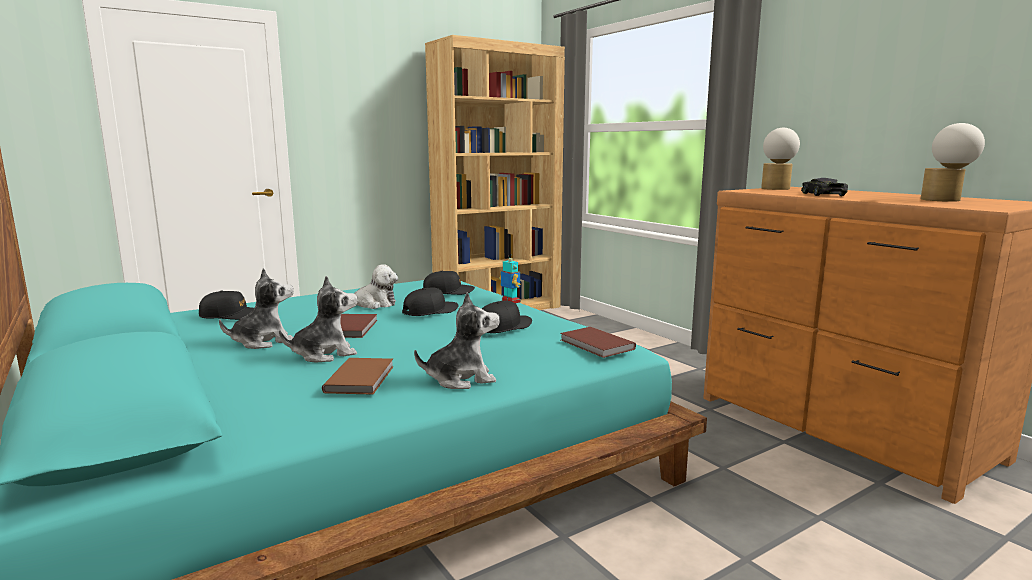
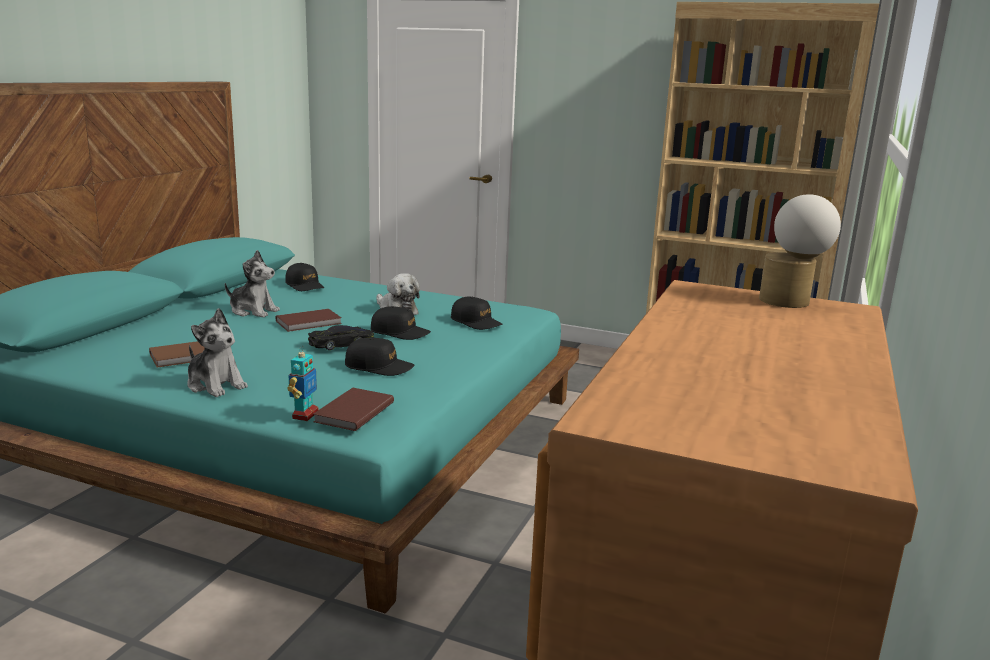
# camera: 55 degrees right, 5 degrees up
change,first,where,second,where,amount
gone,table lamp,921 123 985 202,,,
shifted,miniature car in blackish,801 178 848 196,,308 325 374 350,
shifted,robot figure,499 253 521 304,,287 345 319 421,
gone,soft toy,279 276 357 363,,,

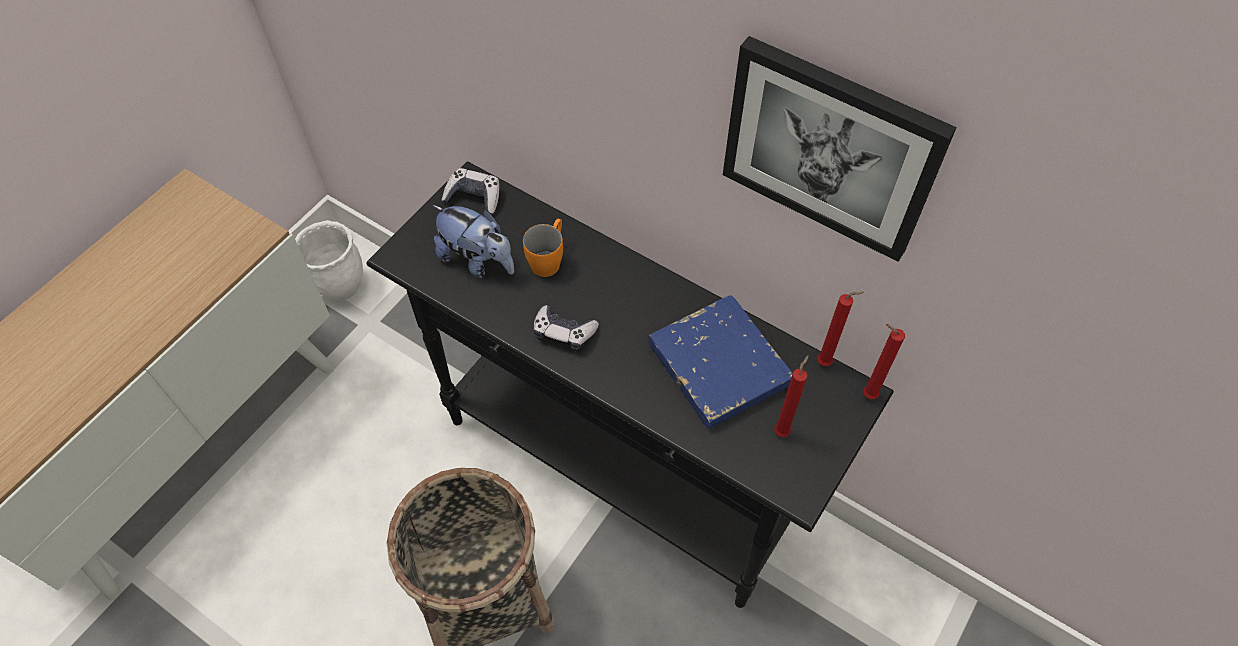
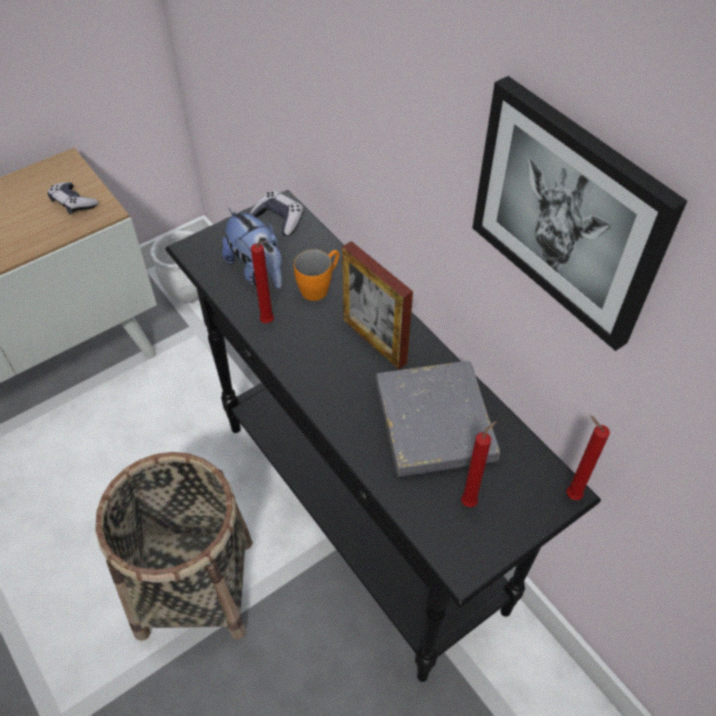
# camera: 20 degrees right, 5 degrees down
change,first,where,second,where,amount
shifted,wax light in red,817 291 864 366,,251 241 274 323,
repainted,bound book in blue-coloured,648 295 793 429,bound book in greyish,376 361 500 477,
shifted,gamepad,534 305 599 351,,48 182 98 214,
new,,,photo frame,342 241 413 369,

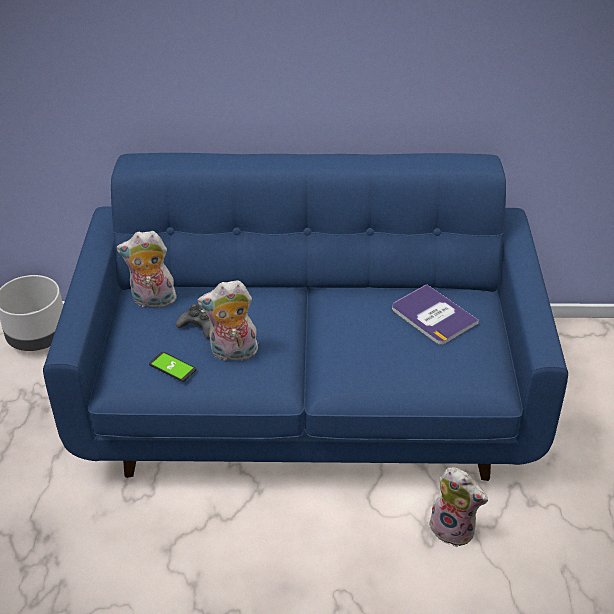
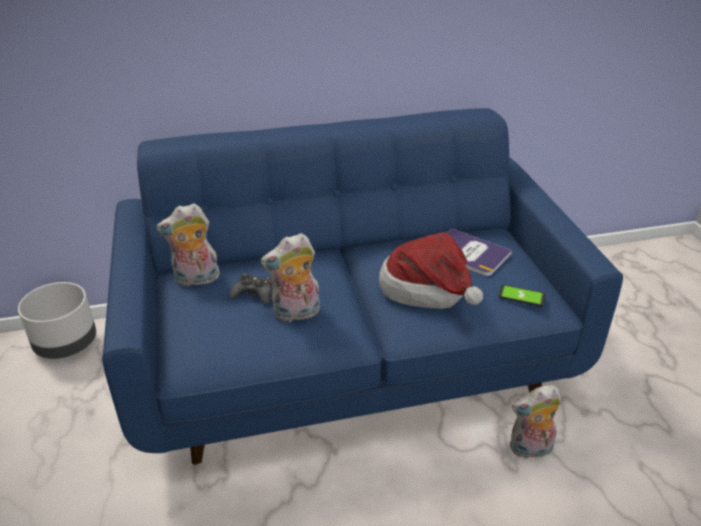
# camera: 15 degrees left, 5 degrees down
change,first,where,second,where,amount
shifted,phone,149 352 197 382,,498 285 546 307,
rotated,soft toy,429 467 488 547,,510 385 561 459,150 degrees clockwise
new,,,clothing hat,379 232 483 309,

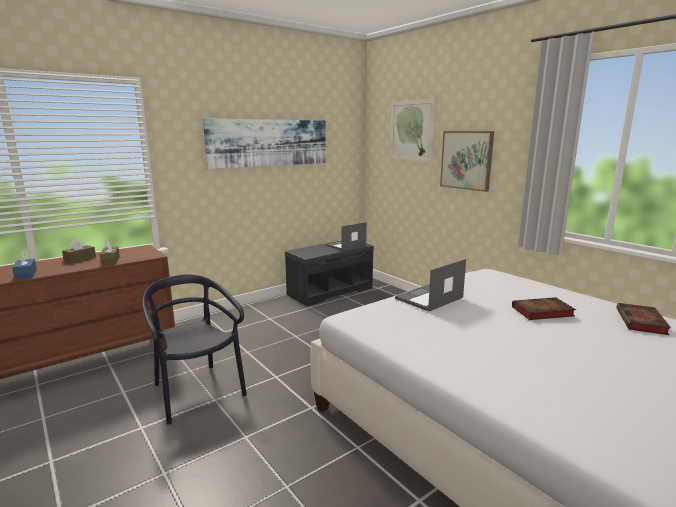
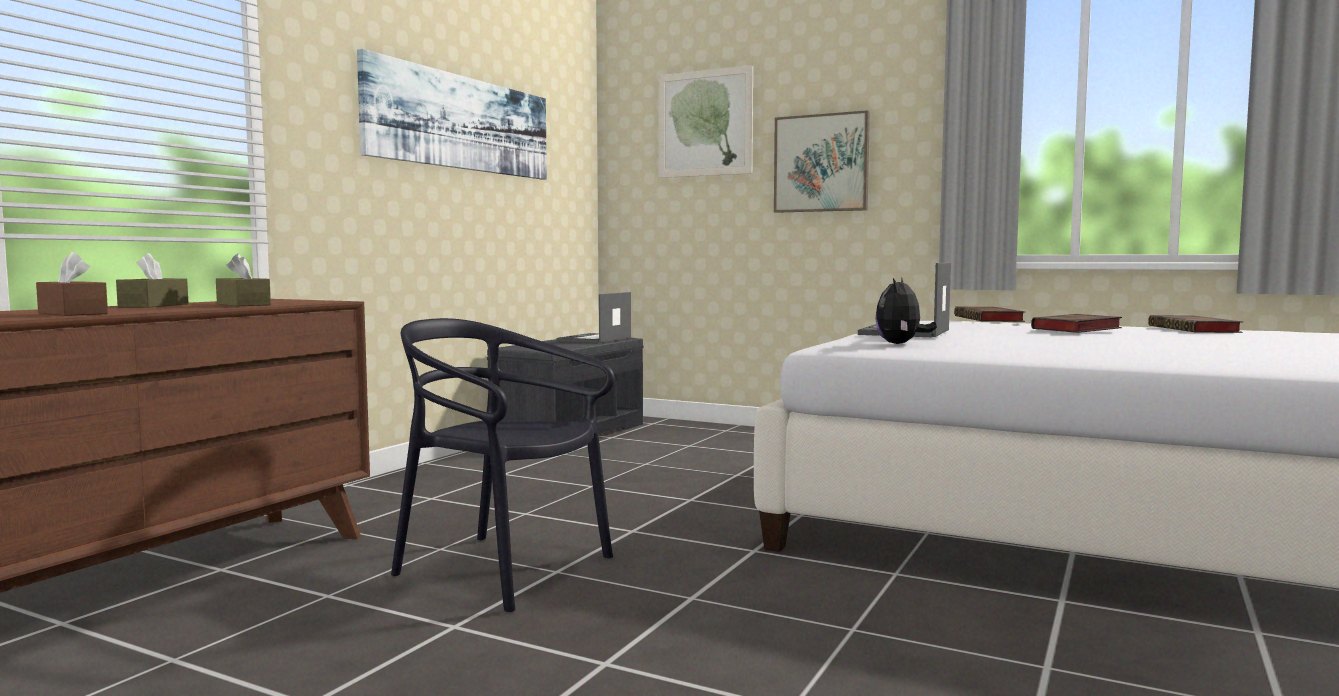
# camera: 25 degrees left, 10 degrees down
change,first,where,second,where,amount
repainted,tissue holder in blue-coloured,12 251 37 280,tissue holder in brown-coloured,36 252 108 316,
new,,,soft toy,875 277 937 344,
new,,,bound book,954 307 1025 322,

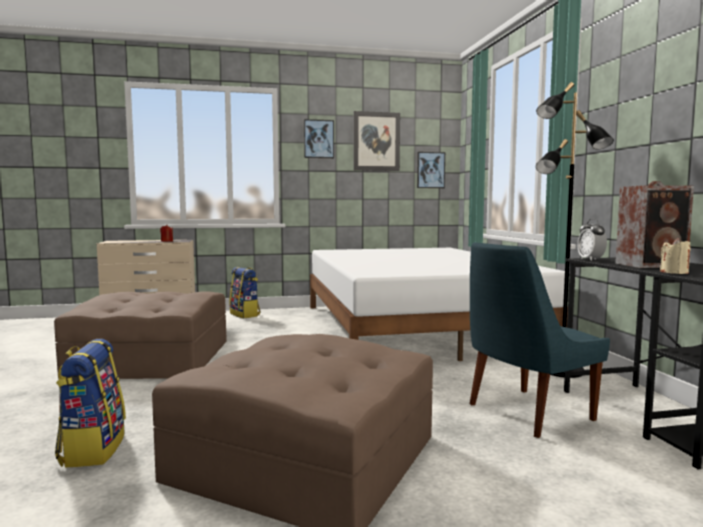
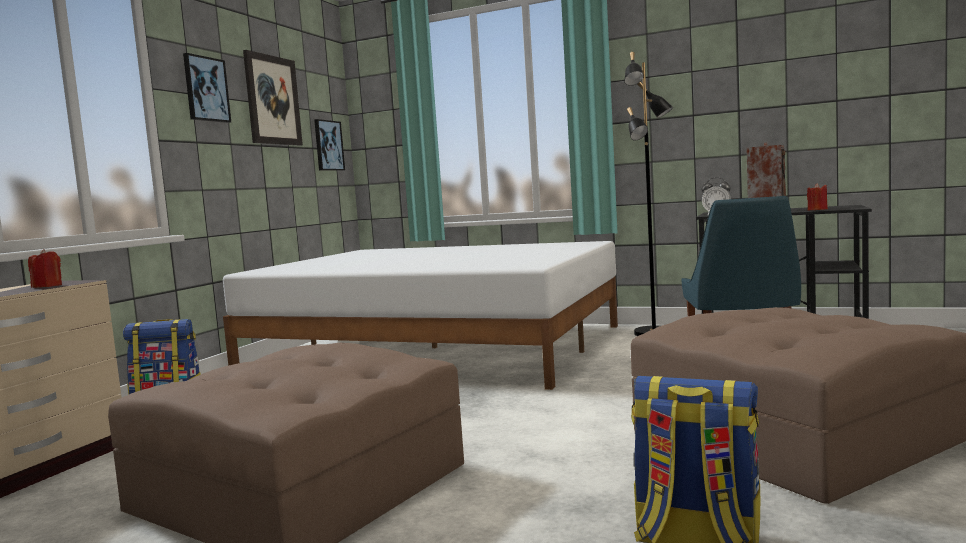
# camera: 55 degrees left, 0 degrees up
change,first,where,second,where,amount
repainted,wax light in beige,660 238 691 274,wax light in red,807 183 828 210,

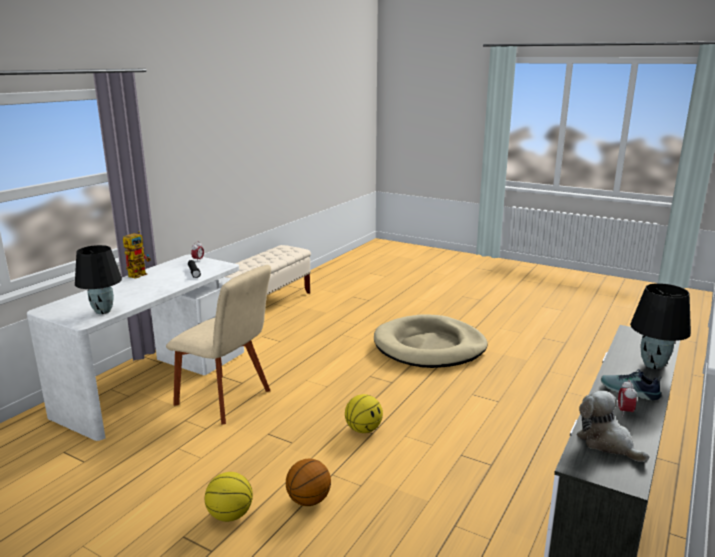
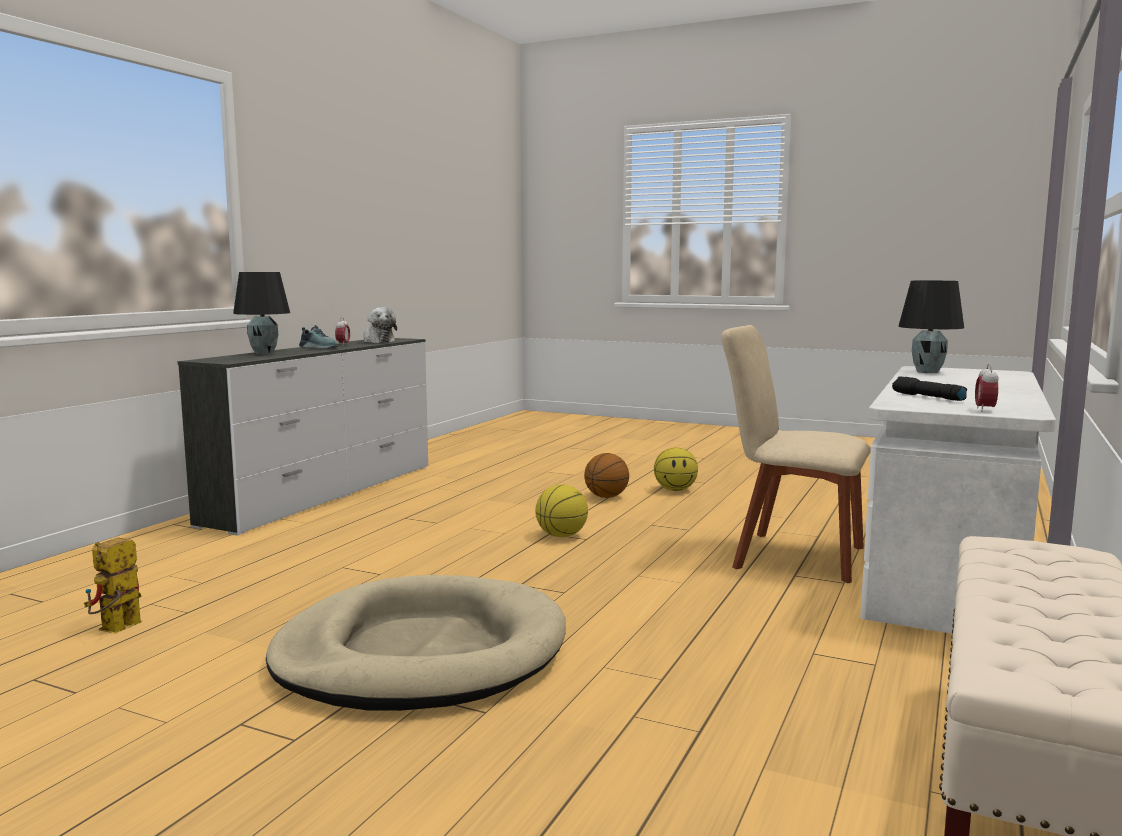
# camera: 175 degrees right, 10 degrees down
change,first,where,second,where,amount
shifted,robot figure,123 231 151 279,,84 538 141 633,

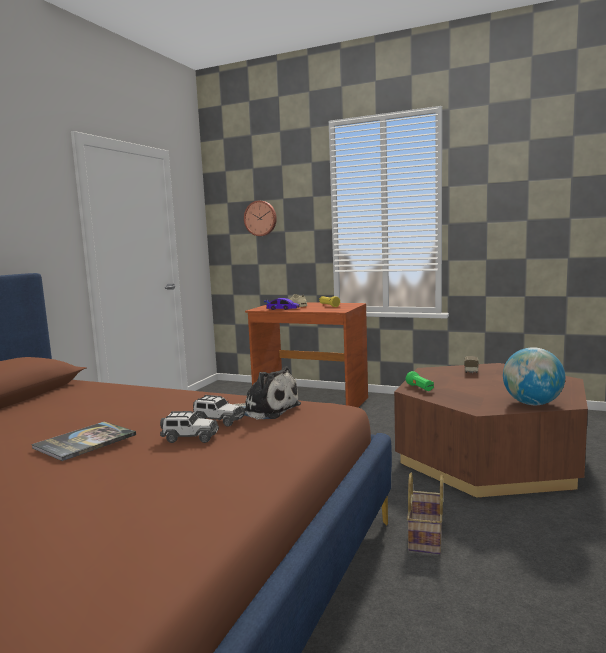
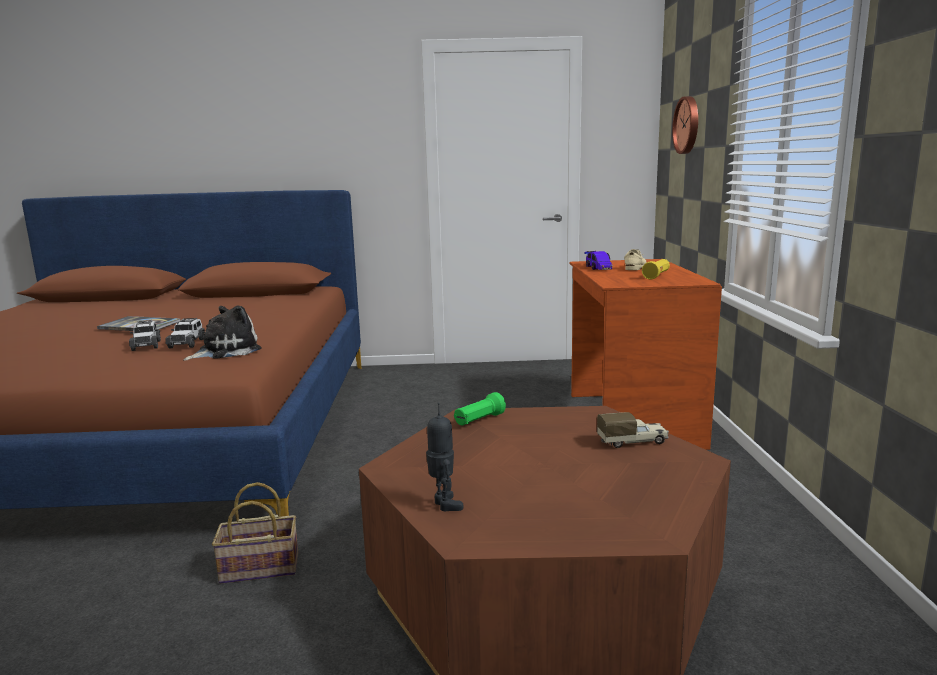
# camera: 65 degrees right, 5 degrees up
change,first,where,second,where,amount
swapped,globe,503 347 565 405,robot figure,426 403 463 511,
rotated,soft toy,233 366 301 419,,183 305 262 361,135 degrees counterclockwise

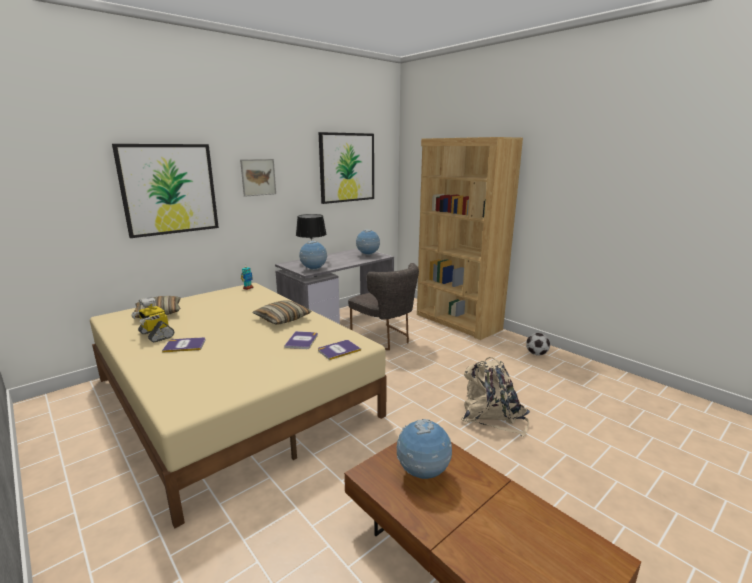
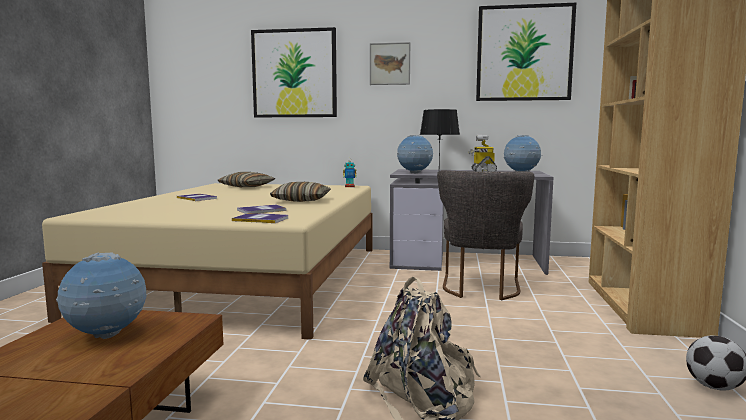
# camera: 50 degrees right, 10 degrees down
change,first,where,second,where,amount
shifted,robot figure,131 297 174 343,,468 135 497 172,

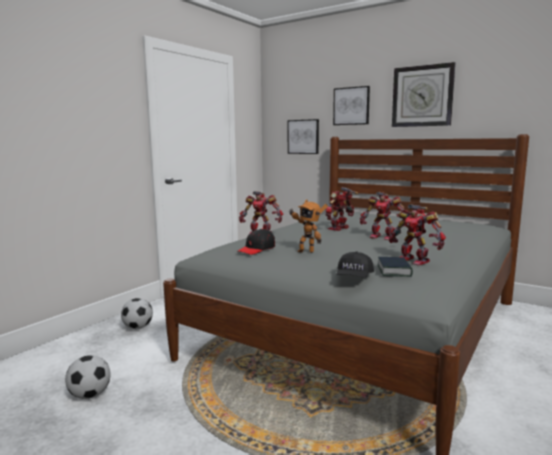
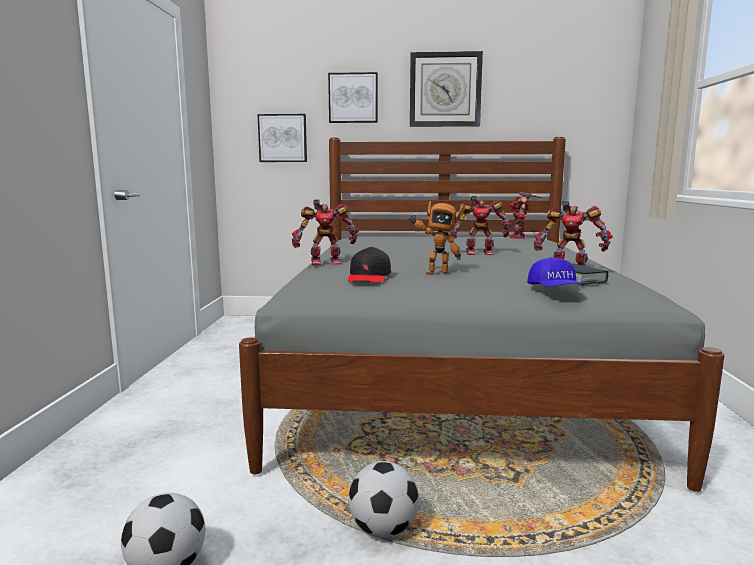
# camera: 30 degrees left, 0 degrees up
change,first,where,second,where,amount
shifted,robot figure,325 187 359 231,,509 192 543 239,
repainted,baseball cap in blackish,337 251 374 278,baseball cap in blue-coloured,527 257 584 287,
shifted,football,121 298 153 329,,348 461 419 537,

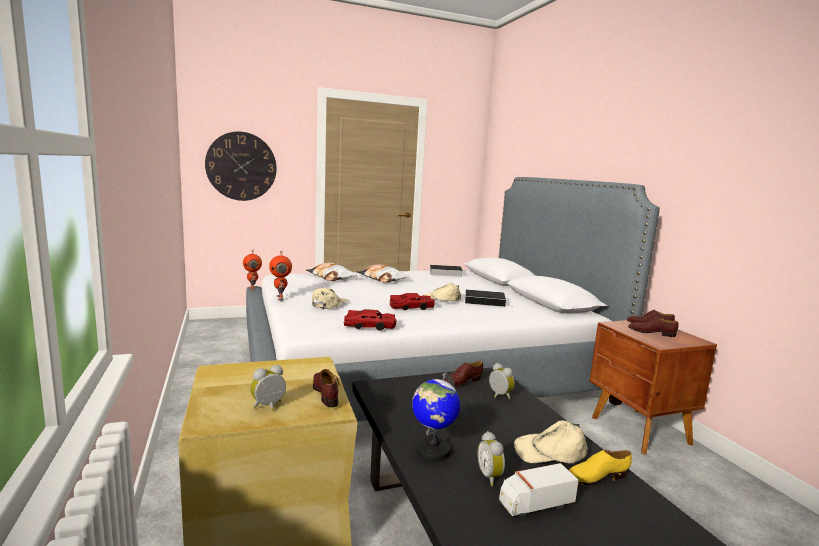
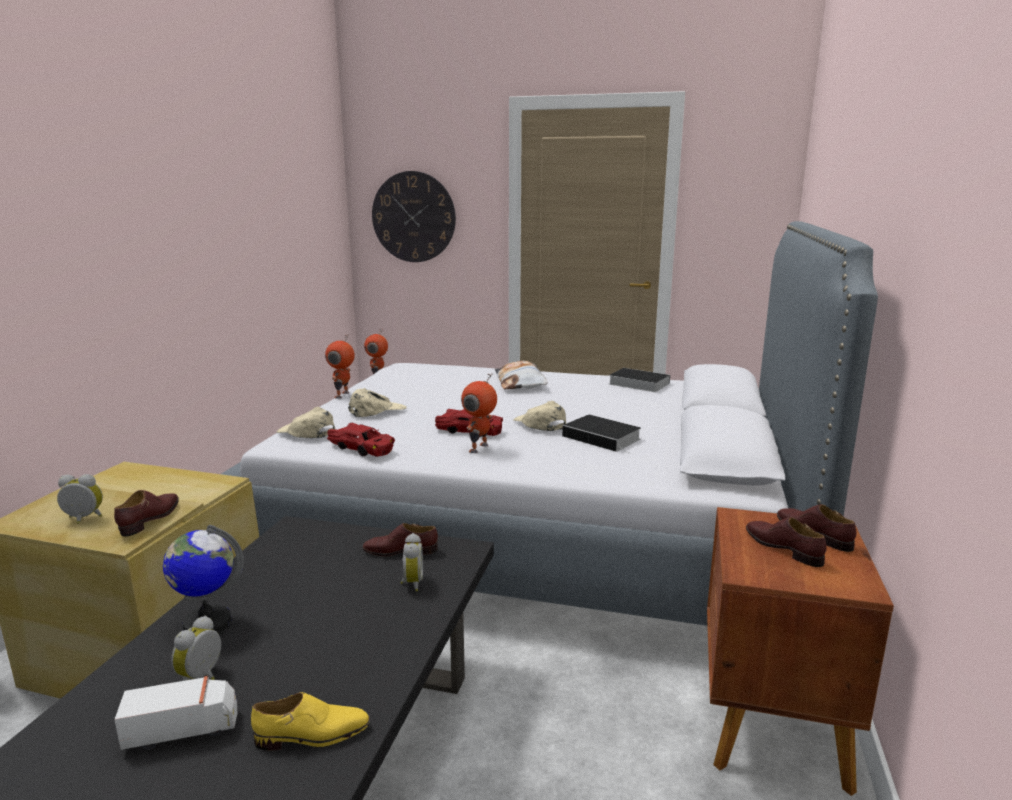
# camera: 35 degrees right, 5 degrees up
change,first,where,second,where,amount
gone,throw pillow,306 262 357 281,,,
shifted,baseball cap in beige,514 420 588 464,,276 407 336 438,
rotated,item of footwear in yellow-coloured,569 450 632 486,,251 692 370 750,150 degrees clockwise
rotated,model truck,499 463 579 516,,114 676 238 750,150 degrees clockwise
new,,,robot figure,461 374 497 453,

